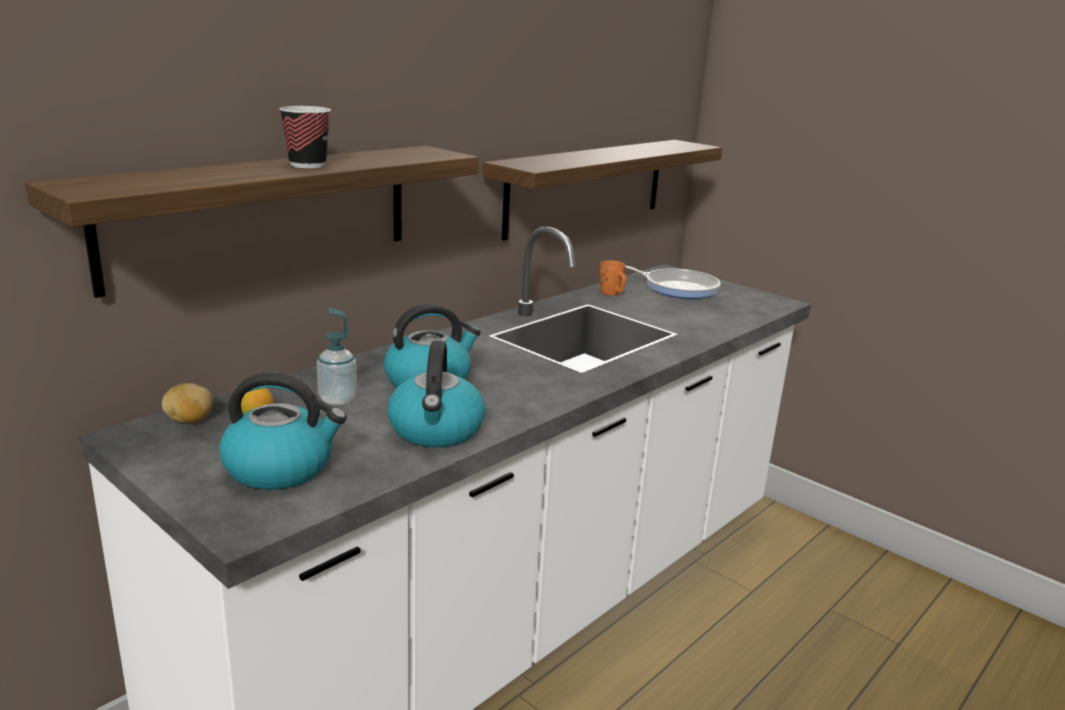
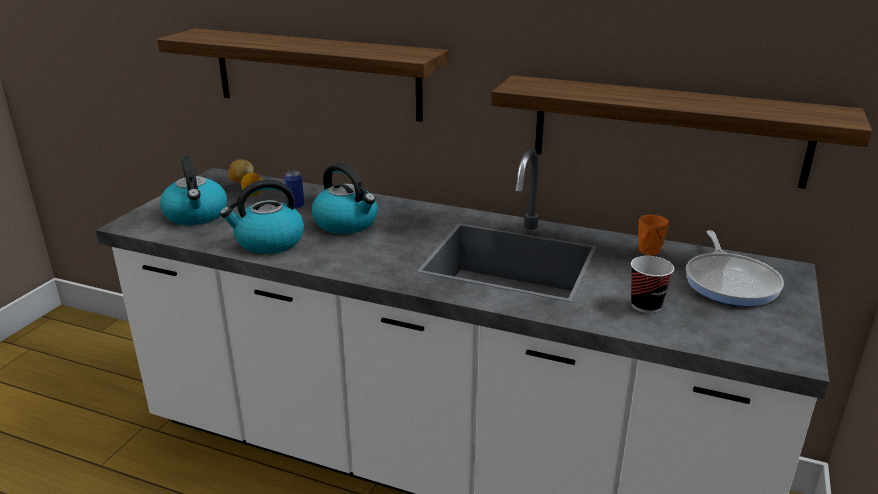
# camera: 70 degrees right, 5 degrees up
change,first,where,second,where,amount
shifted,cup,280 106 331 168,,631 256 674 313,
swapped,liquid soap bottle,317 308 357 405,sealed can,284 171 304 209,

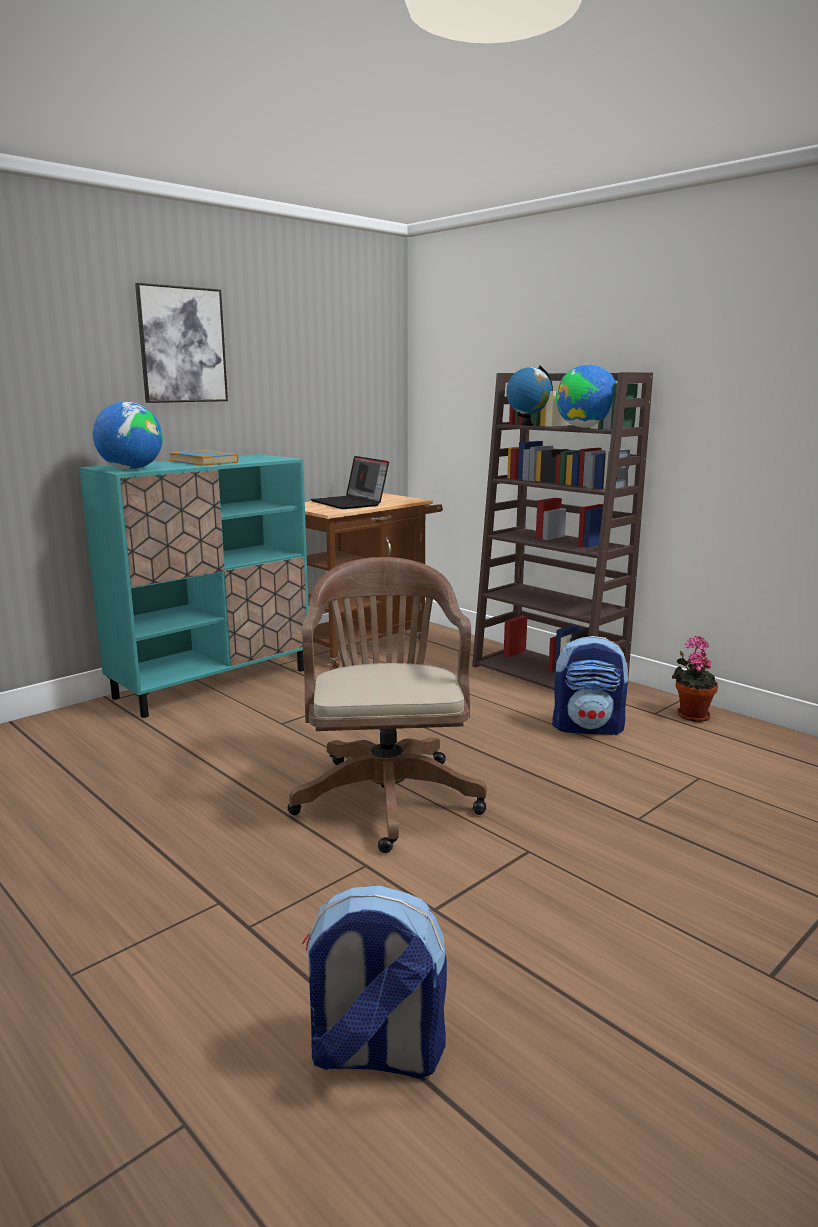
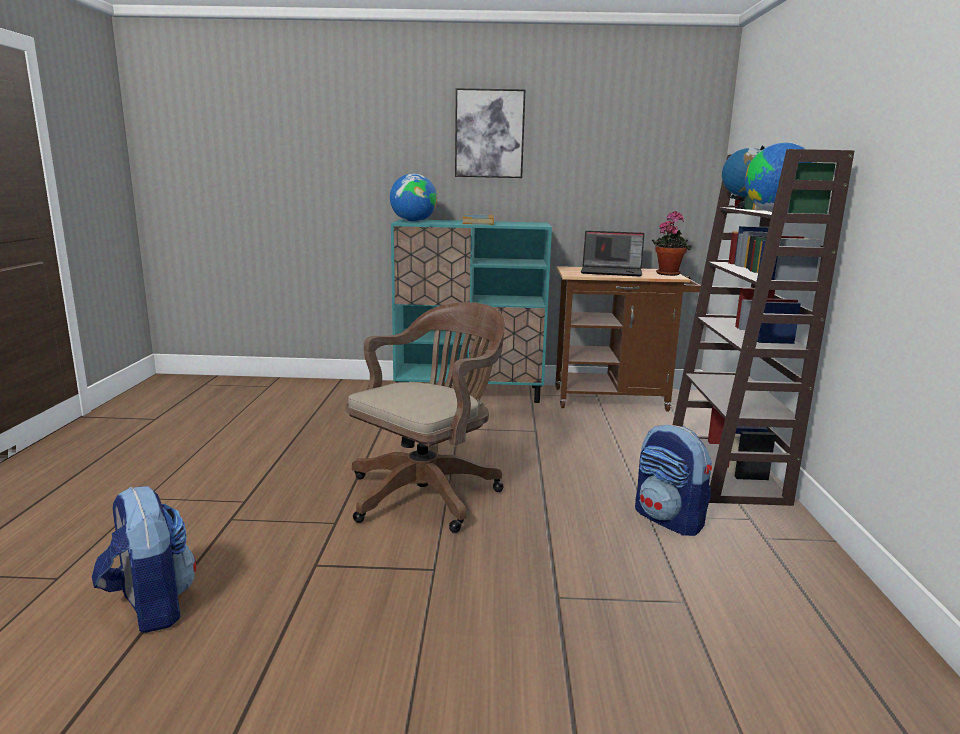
# camera: 45 degrees right, 0 degrees up
change,first,where,second,where,amount
rotated,laptop,311 456 389 509,,581 231 644 276,90 degrees counterclockwise
shifted,plant in a pot,672 636 718 722,,652 211 692 276,

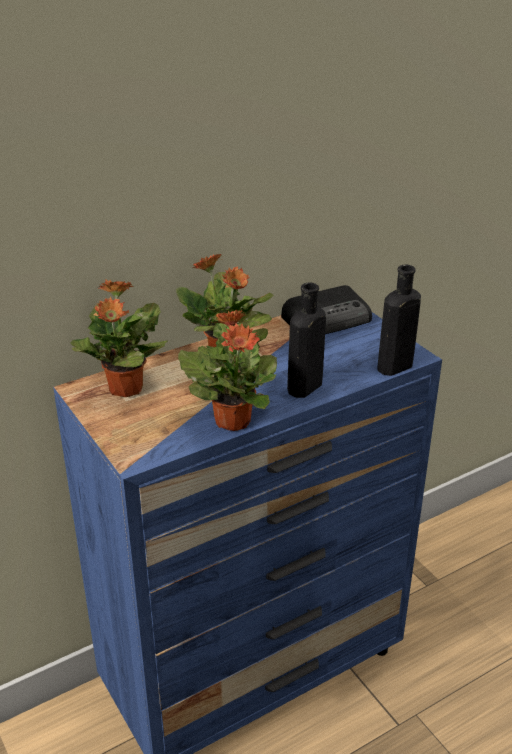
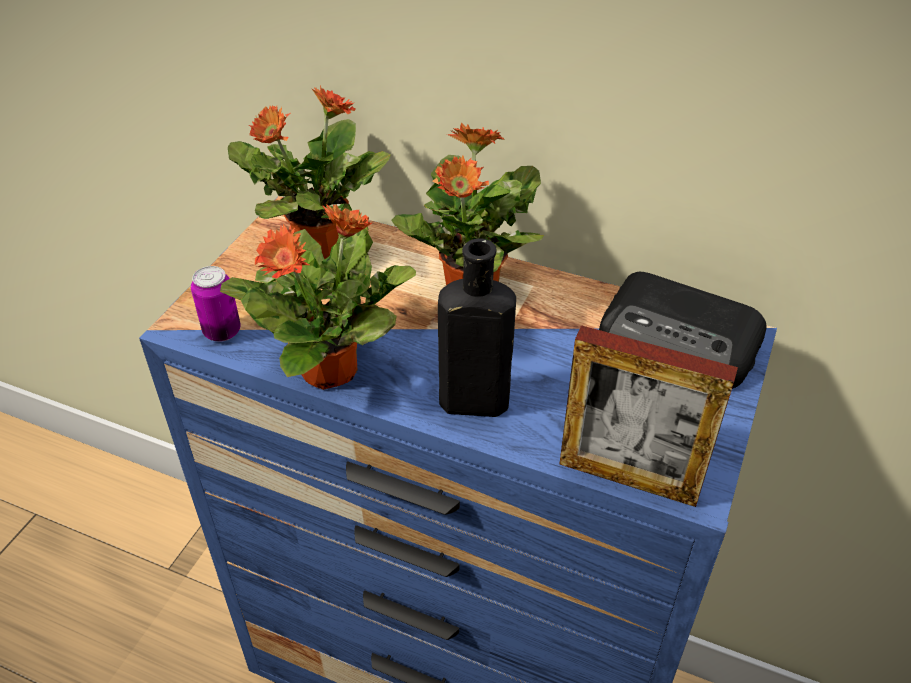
# camera: 55 degrees right, 10 degrees up
change,first,where,second,where,amount
swapped,drink bottle in blackish,378 265 421 376,photo frame,559 325 738 507,
new,,,sealed can,191 266 241 342,

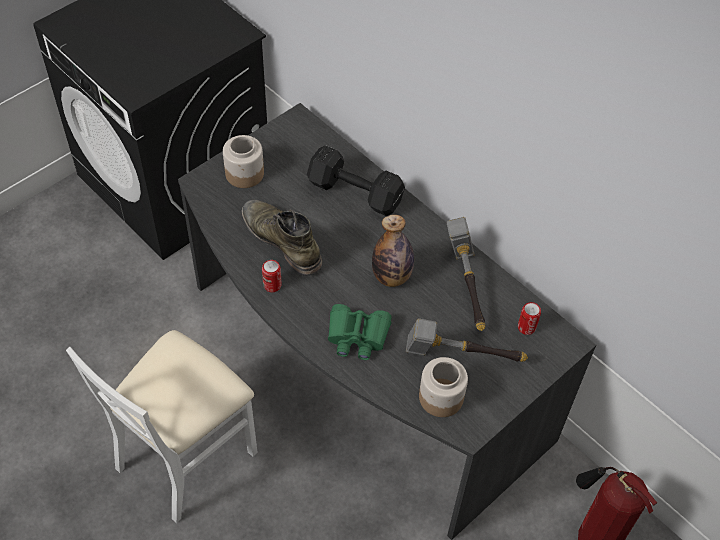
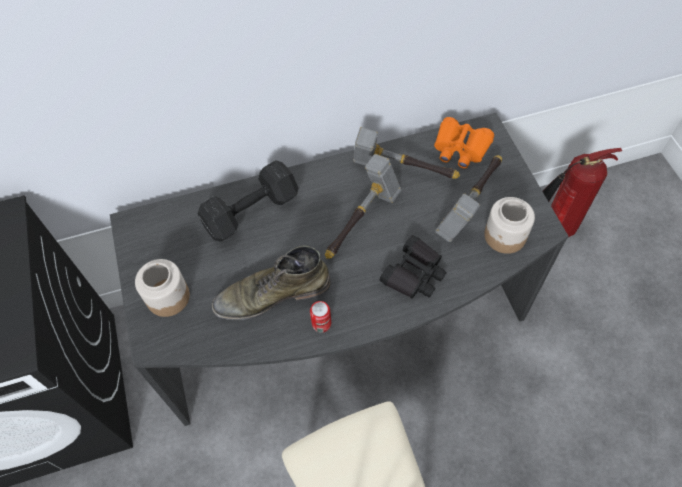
# camera: 60 degrees left, 5 degrees up
change,first,where,second,where,amount
swapped,drink bottle,372 215 414 287,hand hammer,325 154 402 259,
swapped,sealed can,518 302 541 335,pair of binoculars in orange,434 117 494 168,
repainted,pair of binoculars in green,328 304 392 360,pair of binoculars in blackish,380 235 447 298,

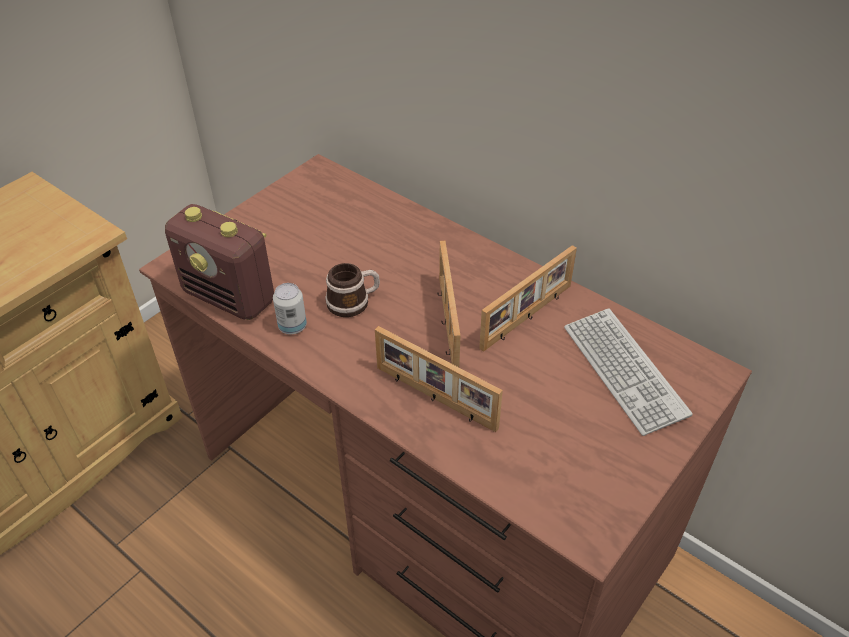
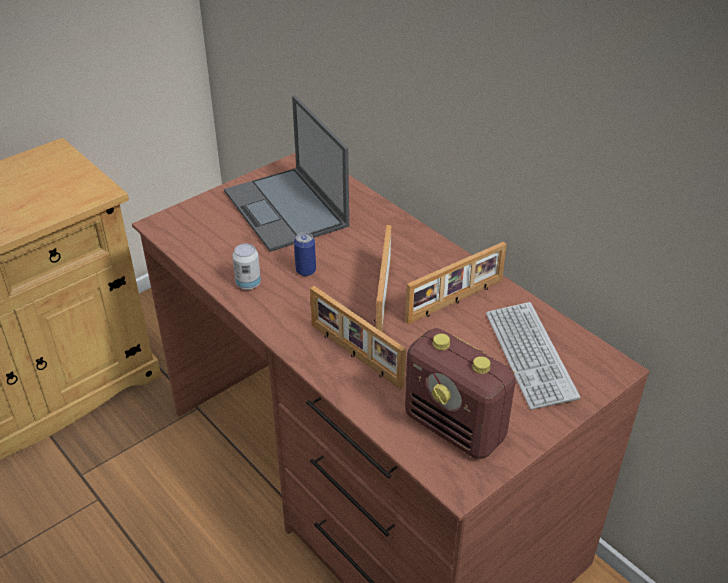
# camera: 10 degrees right, 5 degrees down
change,first,where,second,where,amount
shifted,radio,165 204 274 320,,405 328 516 459,
swapped,coffee mug,325 263 380 317,sealed can,294 232 316 276,
new,,,laptop,224 95 349 252,

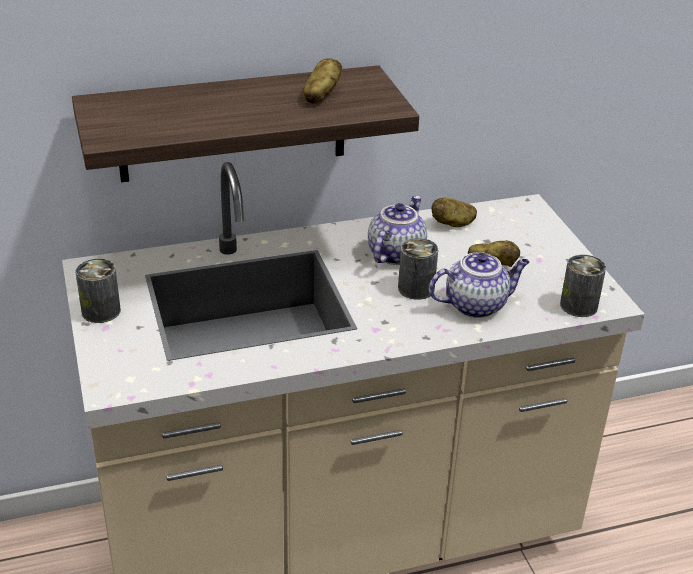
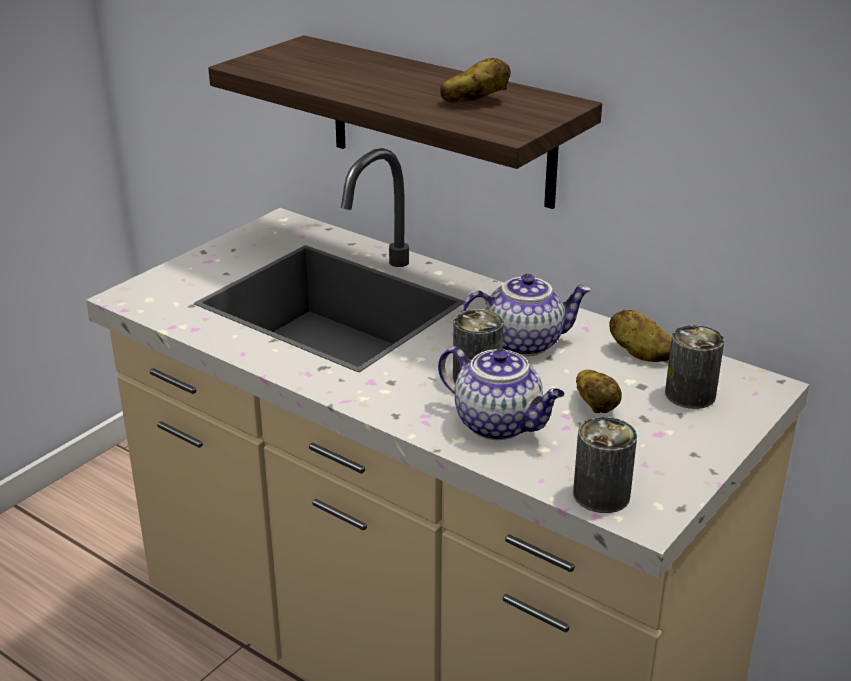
# camera: 55 degrees right, 5 degrees down
change,first,where,second,where,amount
shifted,sealed can,75 259 121 323,,665 325 725 409,

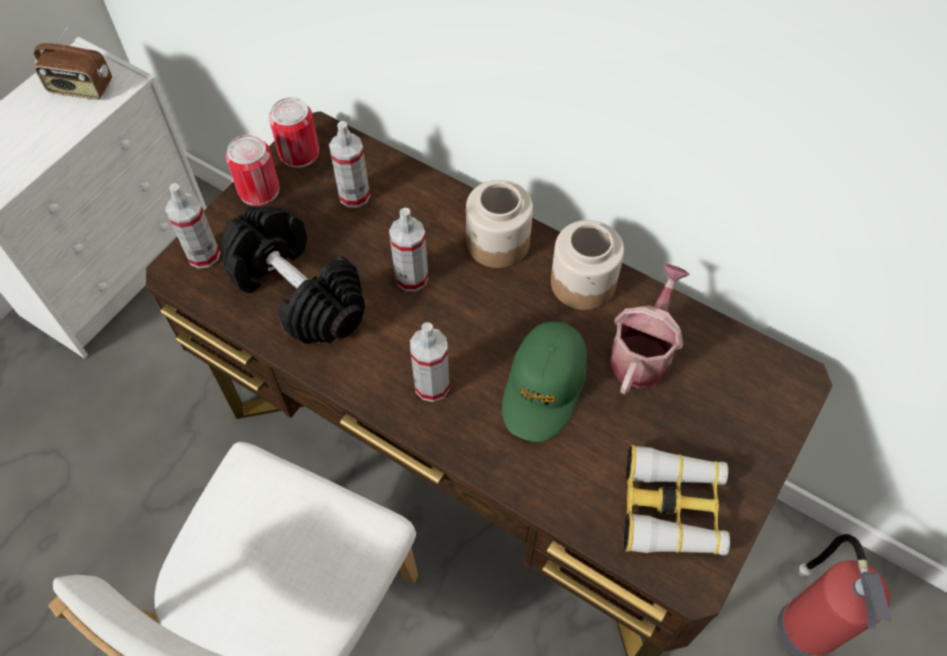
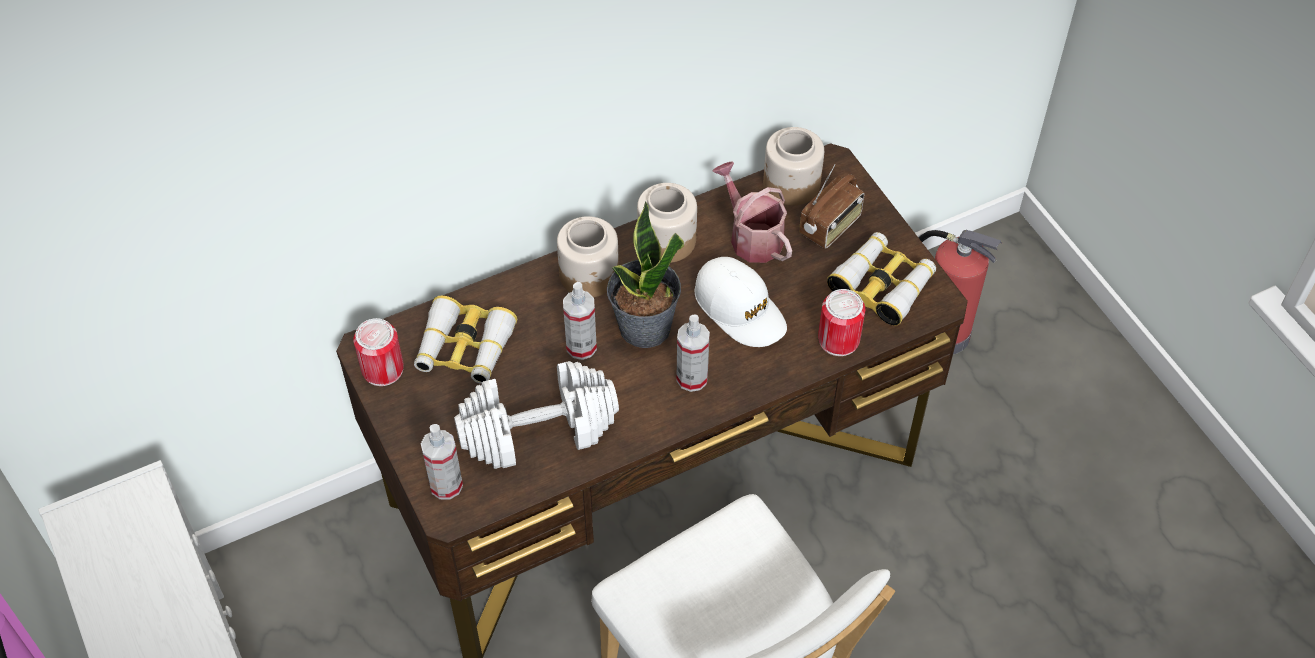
# camera: 60 degrees left, 5 degrees down
change,first,where,second,where,amount
shifted,radio,33 25 112 100,,799 164 865 249,
swapped,spray bottle,329 121 370 208,pair of binoculars,414 295 517 384,
shifted,sealed can,226 135 279 206,,818 289 865 356,
repainted,dumbbell in blackish,221 206 365 344,dumbbell in whitish,454 361 619 469,
repainted,baseball cap in green,502 321 587 442,baseball cap in whitish,695 257 787 347,
new,,,preserve jar,763 127 824 205,
new,,,plant in a pot,607 201 684 348,

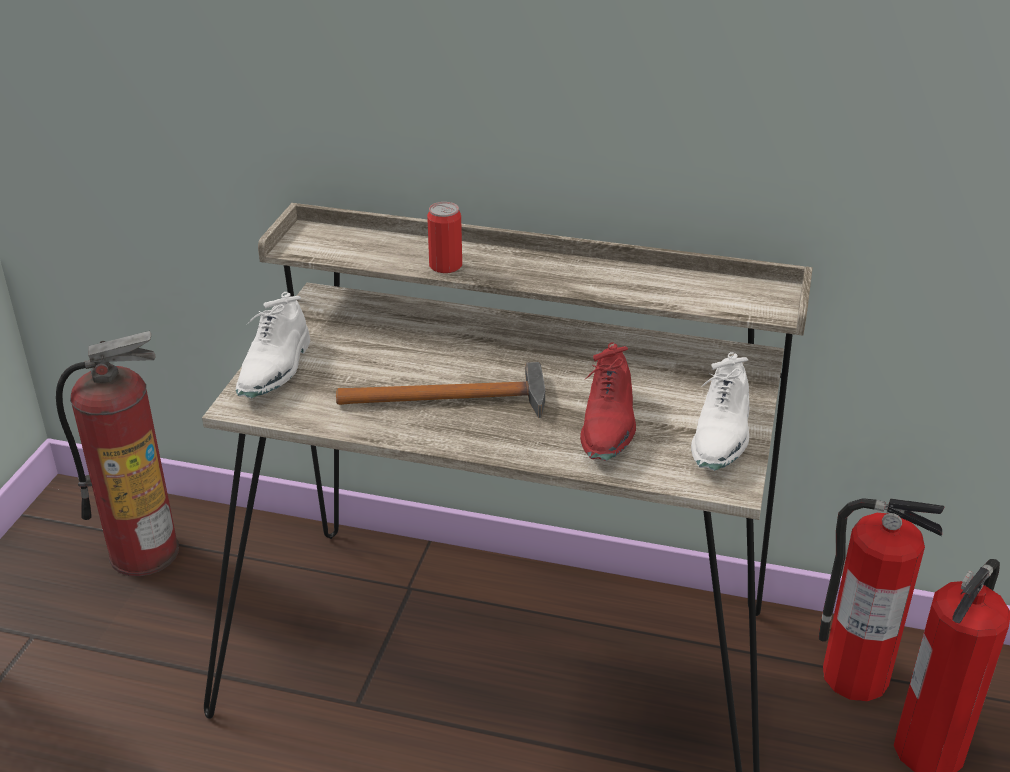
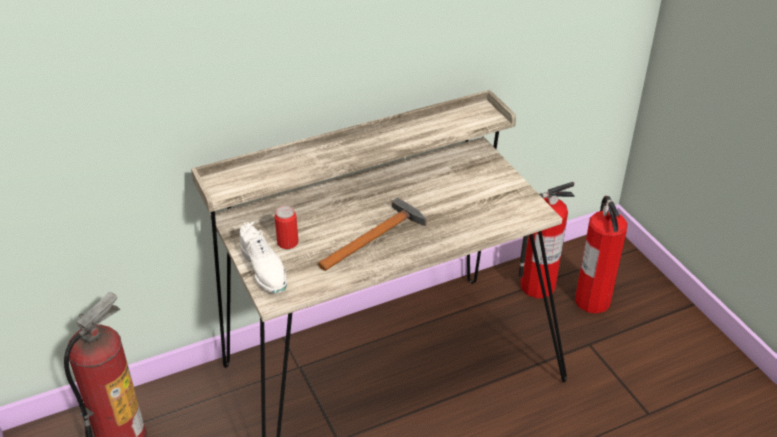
# camera: 40 degrees left, 5 degrees up
change,first,where,second,where,amount
shifted,sealed can,427 202 462 273,,275 206 299 249,
gone,item of footwear in red,580 343 636 461,,,
gone,item of footwear in whitish,691 352 749 471,,,

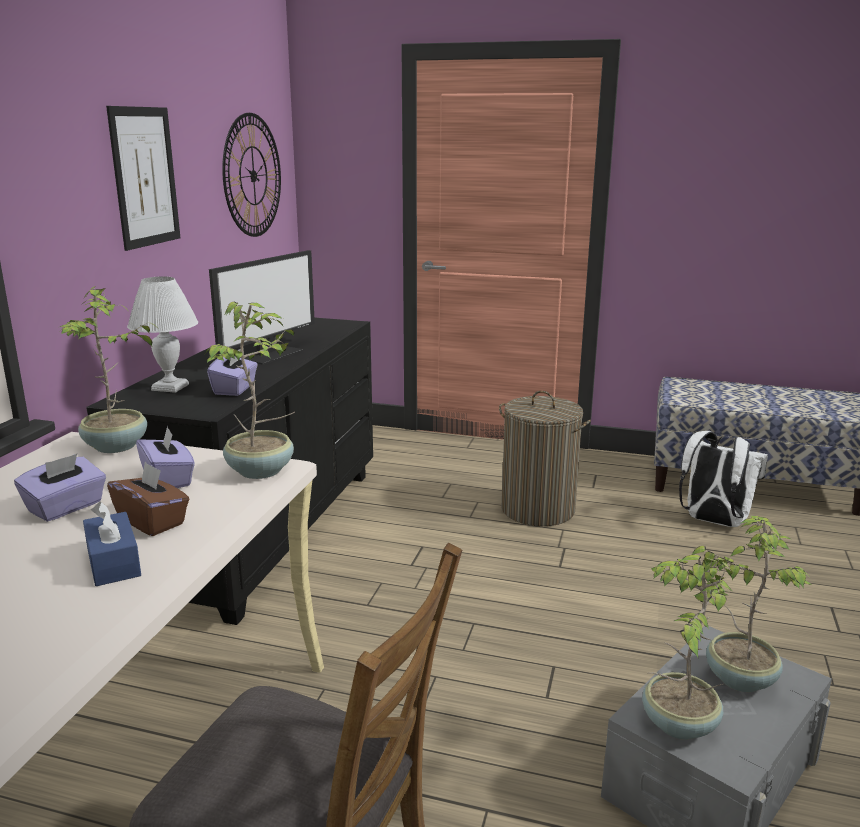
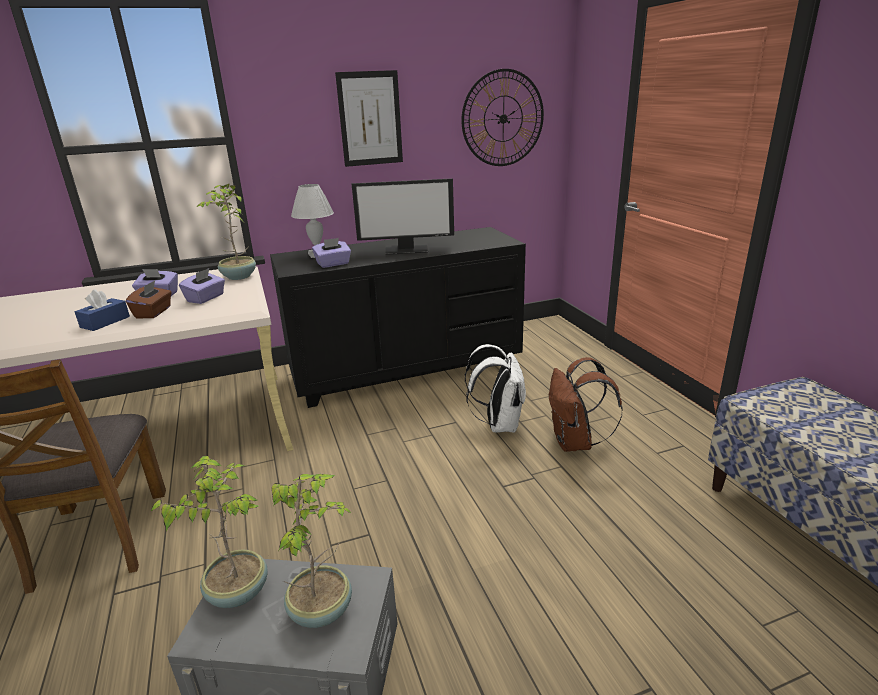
# camera: 55 degrees right, 5 degrees up
change,first,where,second,where,amount
gone,plant in a pot,205 301 295 479,,,
swapped,washing basket,499 391 591 526,knapsack in brown-coloured,549 357 623 452,
shifted,knapsack in whitish,679 431 768 527,,465 344 526 433,

